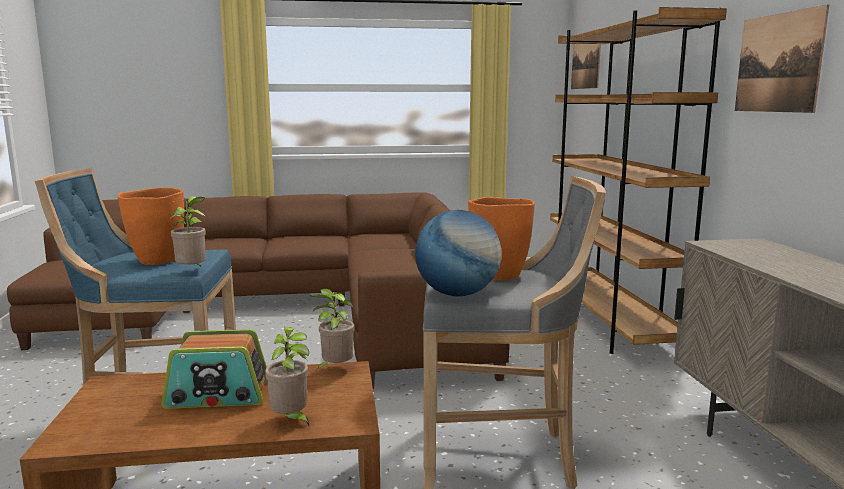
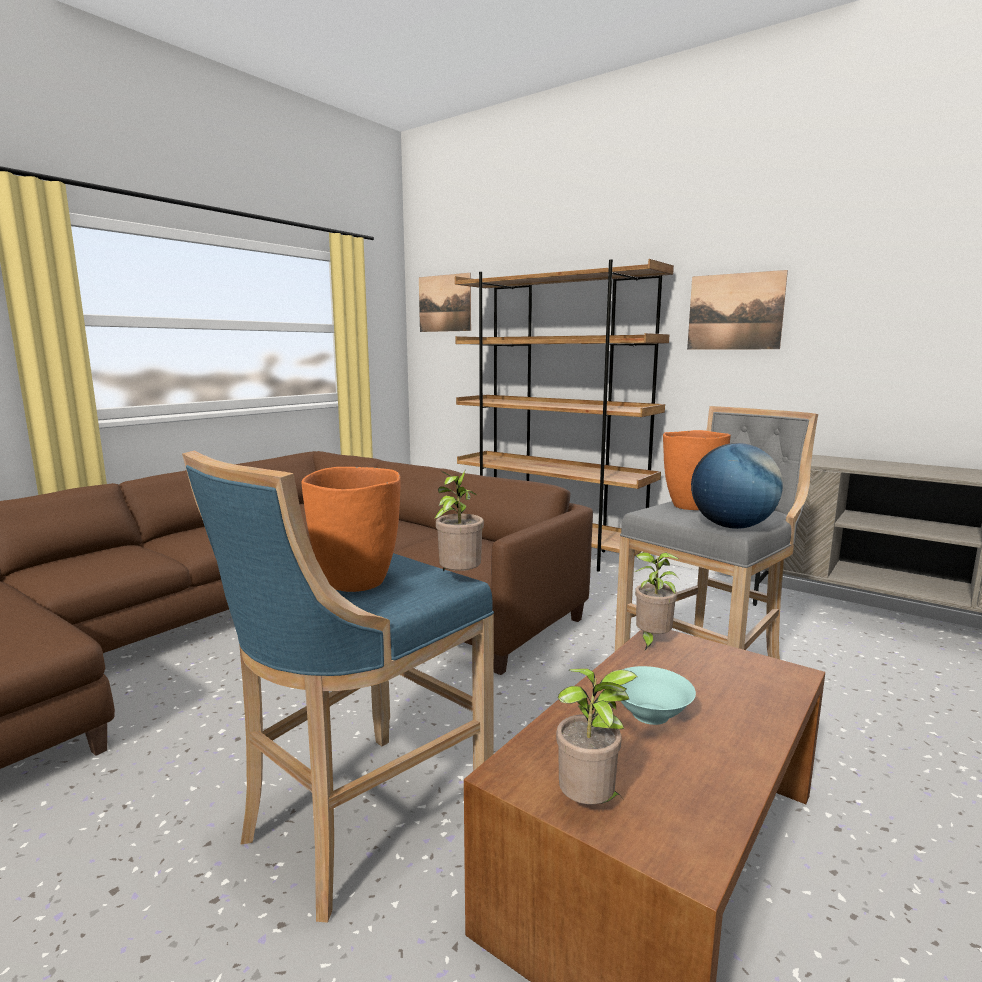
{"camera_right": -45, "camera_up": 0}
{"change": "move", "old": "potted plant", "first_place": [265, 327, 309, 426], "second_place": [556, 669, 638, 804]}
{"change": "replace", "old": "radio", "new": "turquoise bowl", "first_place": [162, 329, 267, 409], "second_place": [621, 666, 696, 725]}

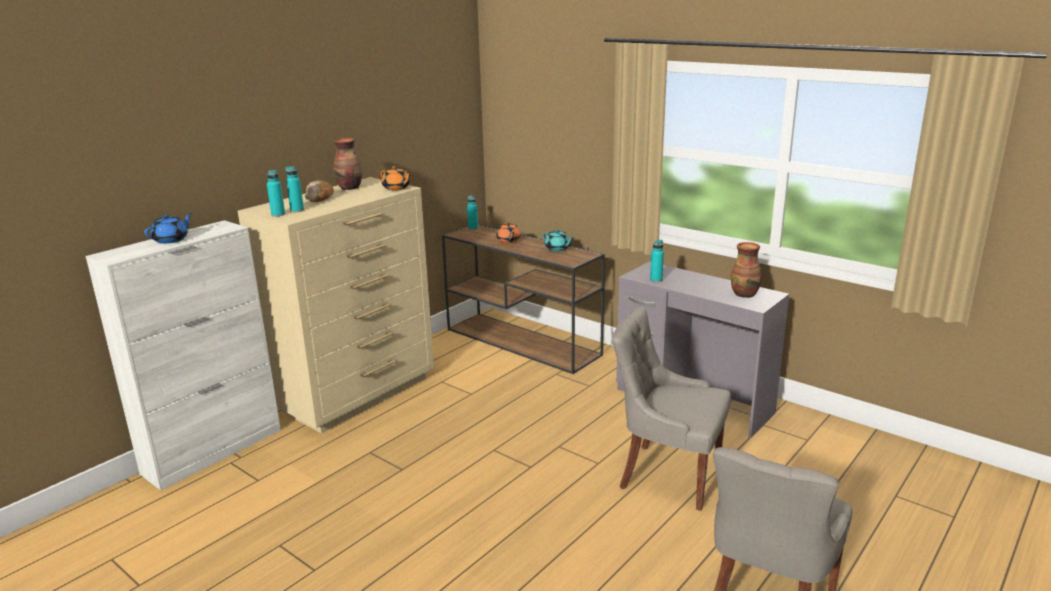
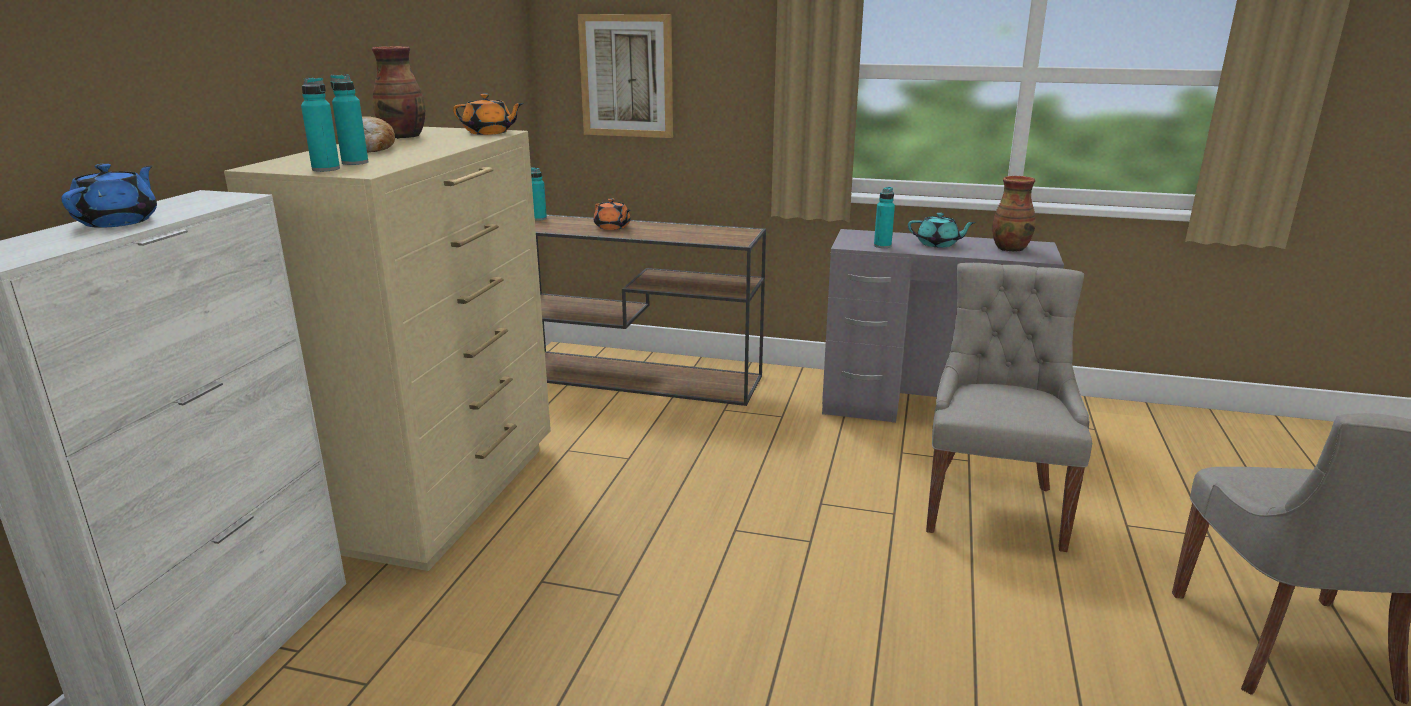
{"camera_right": -25, "camera_up": 0}
{"change": "move", "old": "turquoise teapot", "first_place": [542, 229, 573, 251], "second_place": [908, 213, 976, 247]}
{"change": "rotate", "old": "grey chair", "first_place": [612, 307, 731, 511], "second_place": [926, 263, 1092, 552], "degrees": 105}
{"change": "insert", "new": "picture", "second_place": [578, 14, 673, 138]}

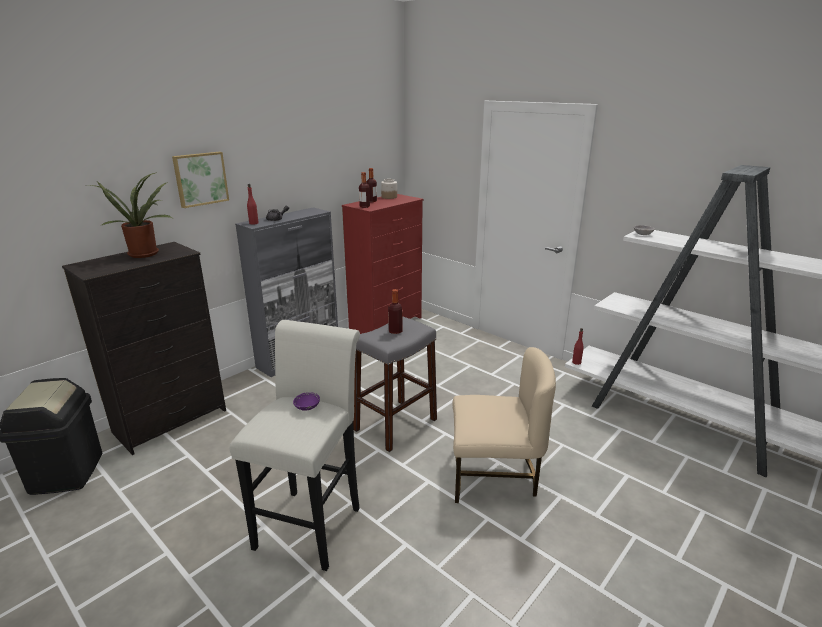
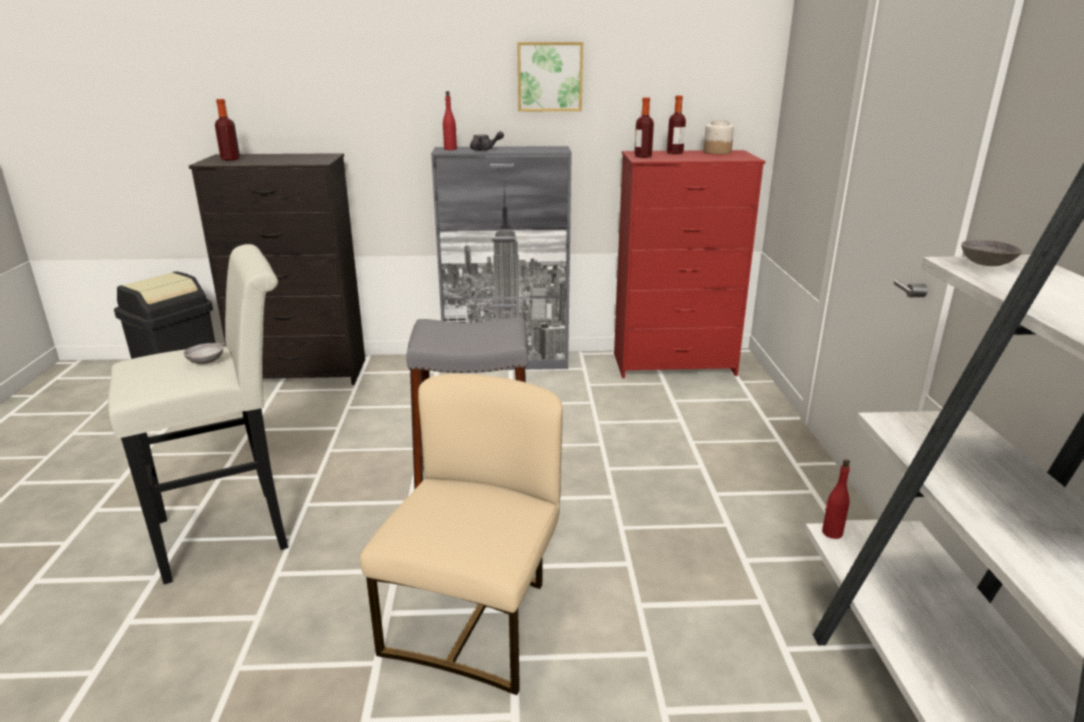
{"camera_right": 45, "camera_up": 0}
{"change": "move", "old": "picture", "first_place": [172, 152, 229, 208], "second_place": [517, 42, 583, 111]}
{"change": "delete", "old": "potted plant", "first_place": [88, 172, 172, 258]}
{"change": "move", "old": "bottle", "first_place": [388, 289, 403, 334], "second_place": [215, 99, 240, 161]}
{"change": "rotate", "old": "beige chair", "first_place": [452, 347, 556, 503], "second_place": [360, 374, 563, 695], "degrees": -120}
{"change": "recolor", "old": "purple bowl", "new": "grey bowl", "first_place": [293, 392, 320, 411], "second_place": [183, 343, 223, 364]}

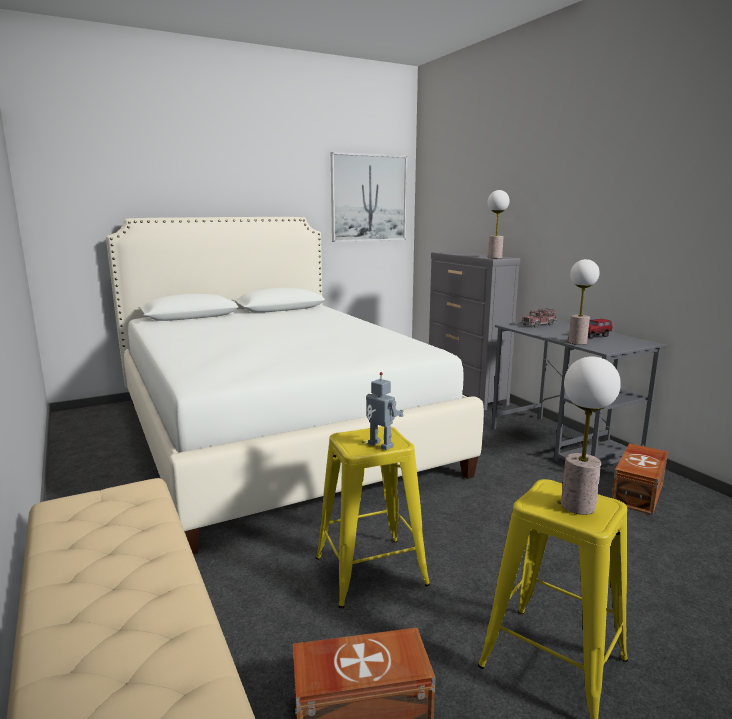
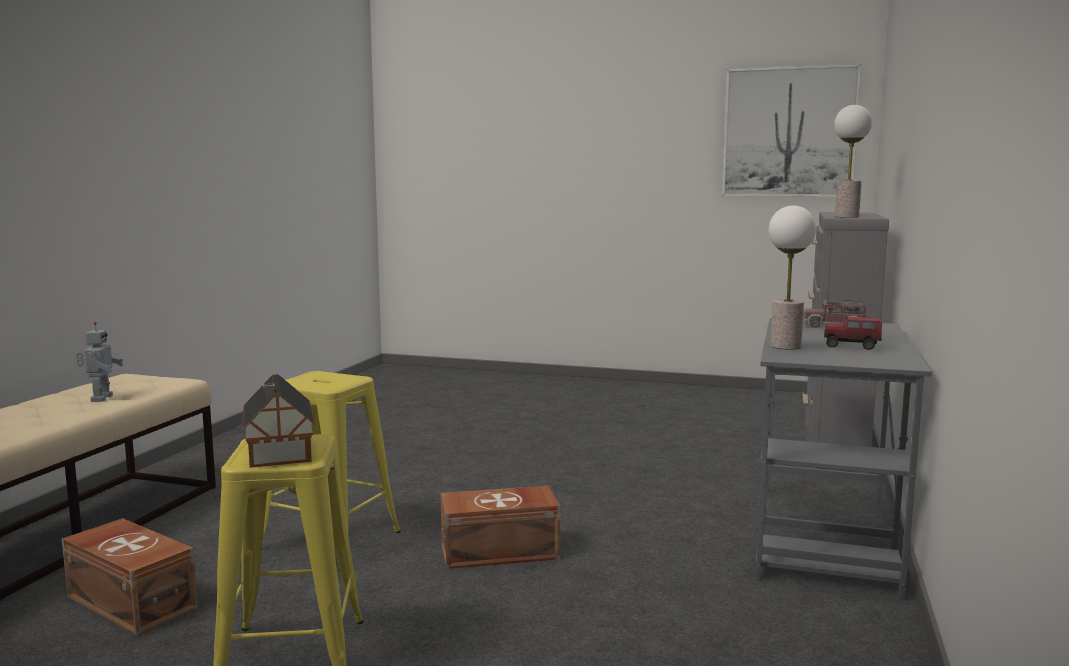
{"camera_right": 45, "camera_up": -5}
{"change": "delete", "old": "white bed", "first_place": [106, 217, 484, 554]}
{"change": "replace", "old": "table lamp", "new": "toy house", "first_place": [561, 356, 621, 515], "second_place": [242, 374, 315, 468]}
{"change": "move", "old": "toy robot", "first_place": [366, 372, 404, 450], "second_place": [76, 322, 124, 402]}
{"change": "move", "old": "brown storage box", "first_place": [612, 443, 668, 515], "second_place": [441, 486, 560, 569]}

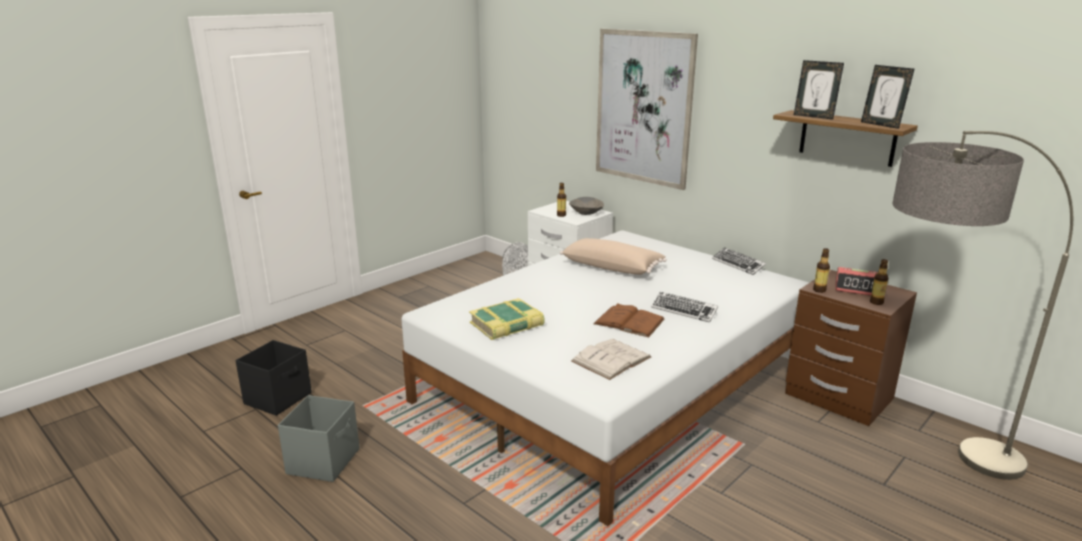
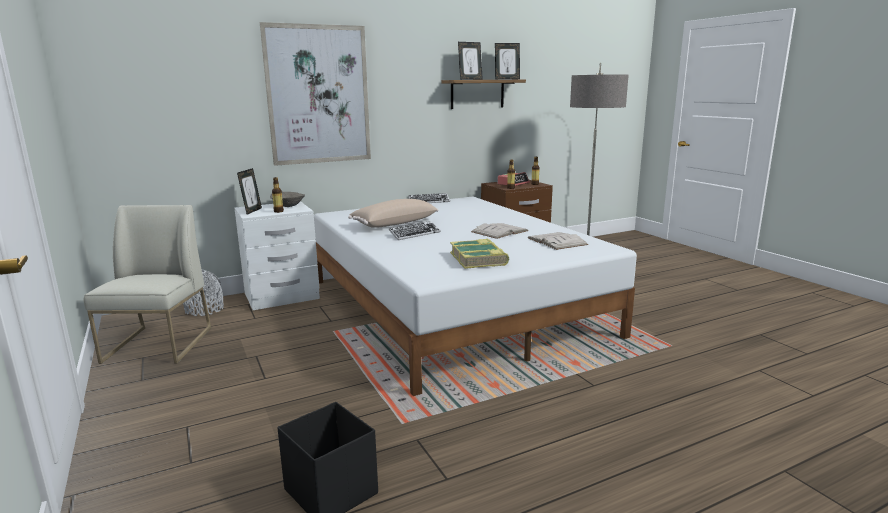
{"camera_right": -70, "camera_up": -5}
{"change": "move", "old": "keyboard", "first_place": [651, 292, 718, 323], "second_place": [389, 221, 441, 240]}
{"change": "recolor", "old": "brown book", "new": "white book", "first_place": [593, 303, 664, 337], "second_place": [471, 223, 529, 239]}
{"change": "delete", "old": "grey storage box", "first_place": [278, 395, 360, 482]}
{"change": "insert", "new": "picture frame", "second_place": [237, 168, 262, 215]}
{"change": "insert", "new": "white chair", "second_place": [84, 205, 211, 364]}

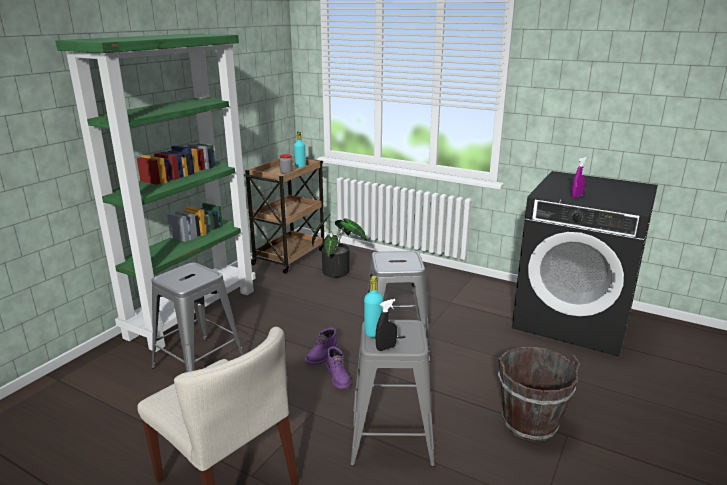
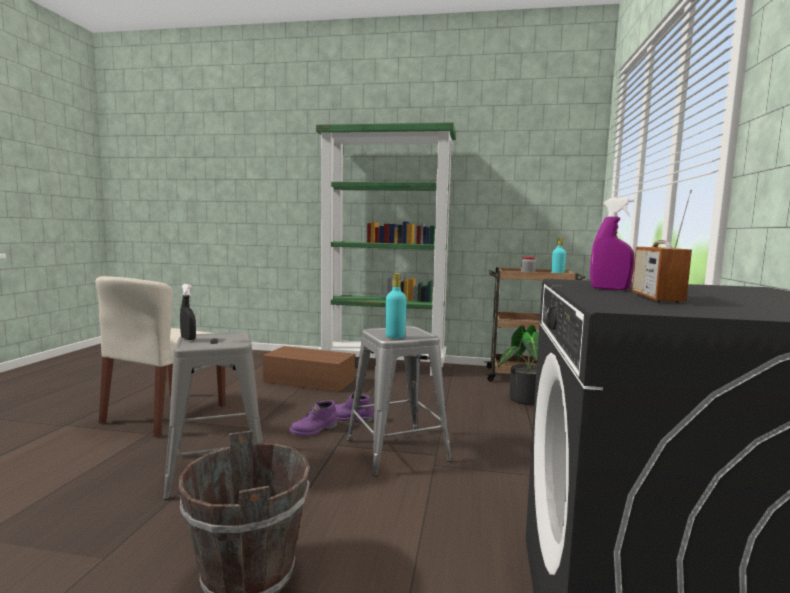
{"camera_right": 70, "camera_up": -15}
{"change": "replace", "old": "grey stool", "new": "brown storage box", "first_place": [151, 263, 244, 372], "second_place": [262, 346, 356, 392]}
{"change": "move", "old": "turquoise bottle", "first_place": [364, 276, 383, 338], "second_place": [386, 273, 407, 338]}
{"change": "insert", "new": "radio", "second_place": [632, 190, 692, 303]}

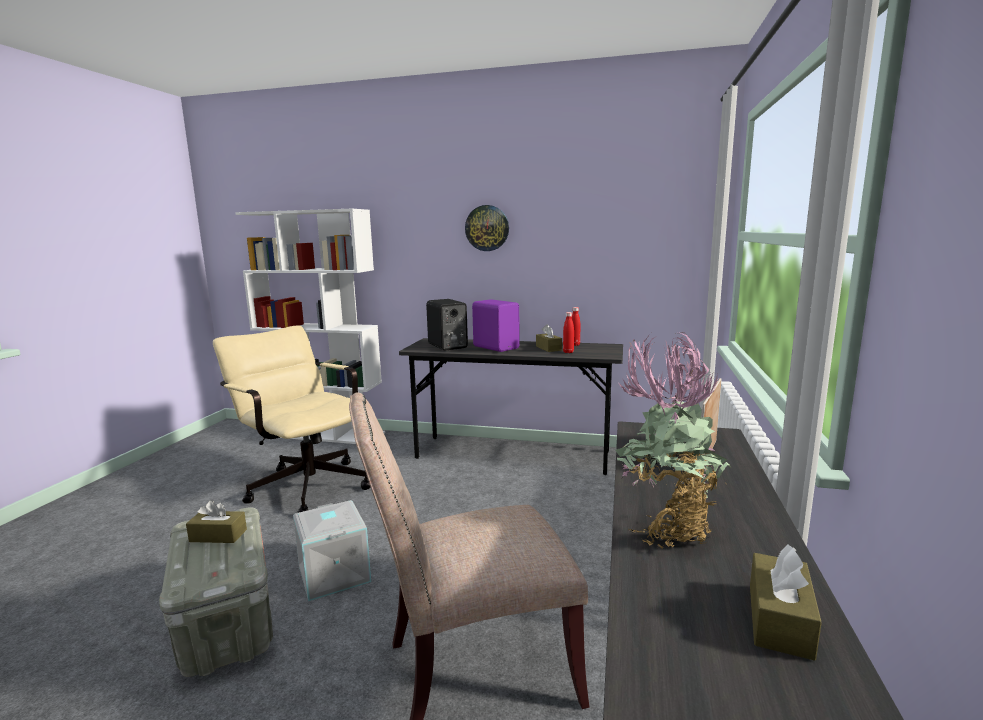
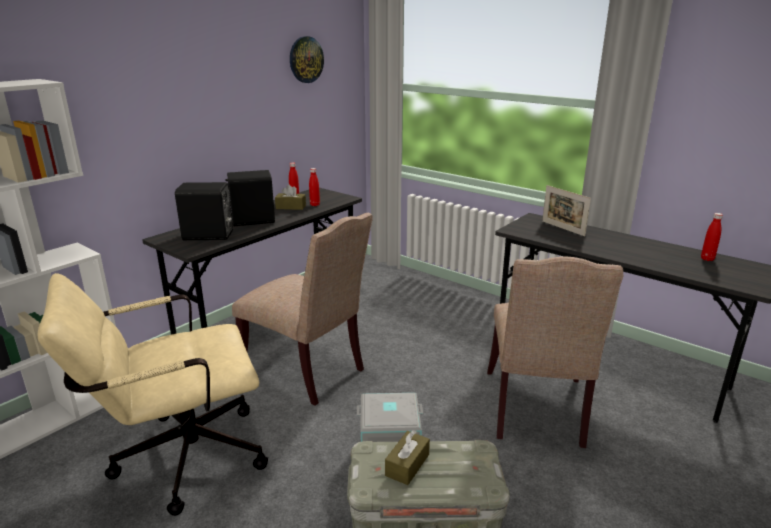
{"camera_right": -65, "camera_up": 10}
{"change": "move", "old": "wall clock", "first_place": [465, 205, 509, 251], "second_place": [290, 36, 324, 83]}
{"change": "recolor", "old": "purple speaker", "new": "black speaker", "first_place": [472, 299, 520, 352], "second_place": [225, 170, 275, 226]}
{"change": "delete", "old": "potted plant", "first_place": [615, 332, 731, 549]}
{"change": "replace", "old": "brown tissue box", "new": "red bottle", "first_place": [750, 544, 822, 661], "second_place": [701, 213, 723, 261]}
{"change": "insert", "new": "beige chair", "second_place": [232, 213, 373, 406]}

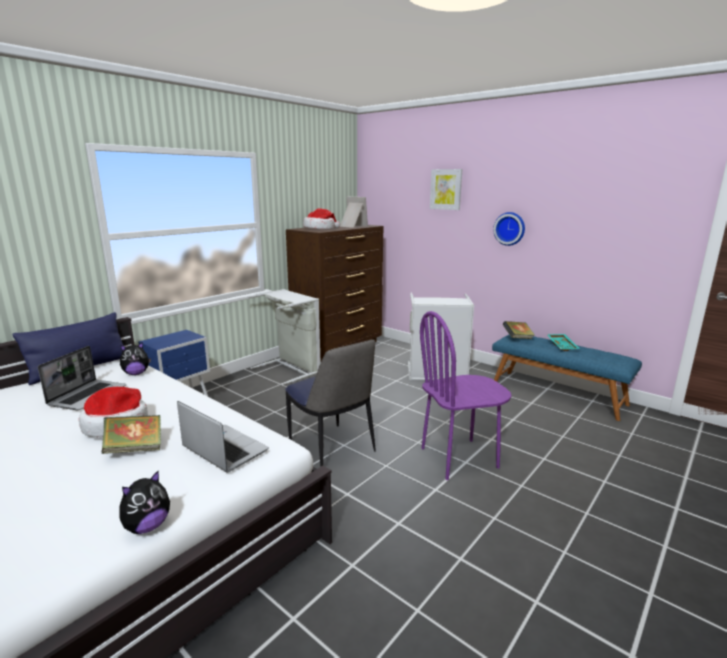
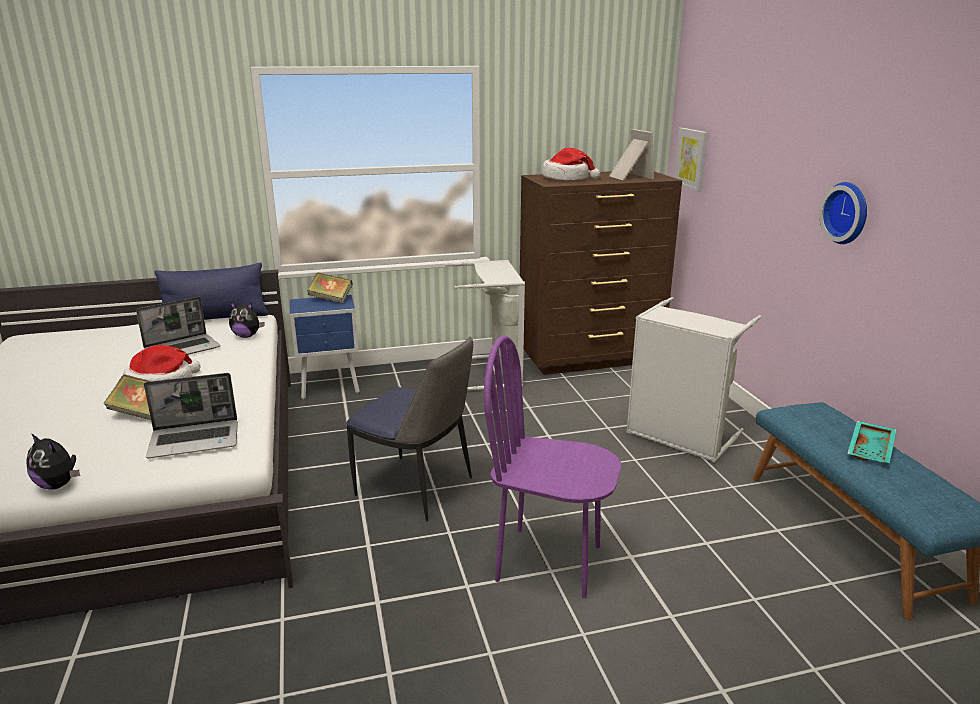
{"camera_right": 35, "camera_up": 5}
{"change": "move", "old": "picture", "first_place": [430, 169, 462, 210], "second_place": [674, 128, 708, 192]}
{"change": "move", "old": "book", "first_place": [503, 321, 535, 339], "second_place": [307, 272, 353, 303]}
{"change": "rotate", "old": "chair", "first_place": [285, 339, 376, 467], "second_place": [346, 336, 473, 521], "degrees": -60}
{"change": "rotate", "old": "laptop", "first_place": [177, 401, 269, 473], "second_place": [144, 373, 238, 458], "degrees": 90}
{"change": "rotate", "old": "plush toy", "first_place": [119, 471, 170, 534], "second_place": [26, 433, 80, 490], "degrees": 45}

